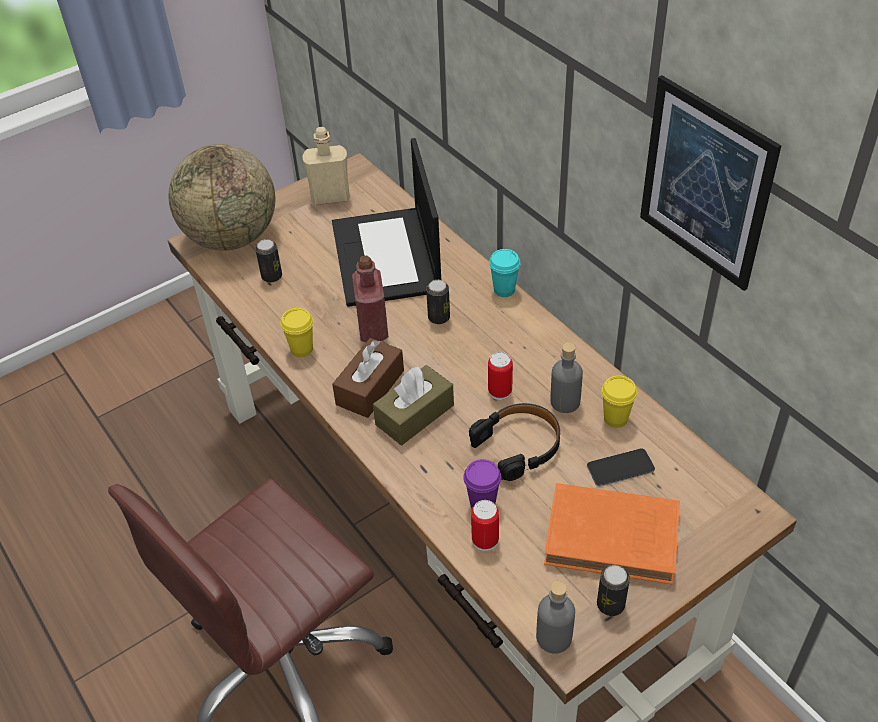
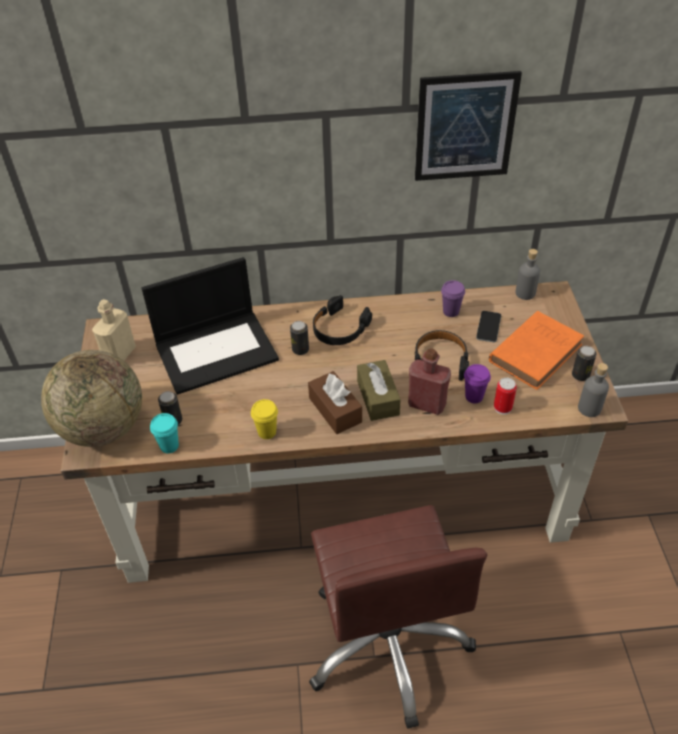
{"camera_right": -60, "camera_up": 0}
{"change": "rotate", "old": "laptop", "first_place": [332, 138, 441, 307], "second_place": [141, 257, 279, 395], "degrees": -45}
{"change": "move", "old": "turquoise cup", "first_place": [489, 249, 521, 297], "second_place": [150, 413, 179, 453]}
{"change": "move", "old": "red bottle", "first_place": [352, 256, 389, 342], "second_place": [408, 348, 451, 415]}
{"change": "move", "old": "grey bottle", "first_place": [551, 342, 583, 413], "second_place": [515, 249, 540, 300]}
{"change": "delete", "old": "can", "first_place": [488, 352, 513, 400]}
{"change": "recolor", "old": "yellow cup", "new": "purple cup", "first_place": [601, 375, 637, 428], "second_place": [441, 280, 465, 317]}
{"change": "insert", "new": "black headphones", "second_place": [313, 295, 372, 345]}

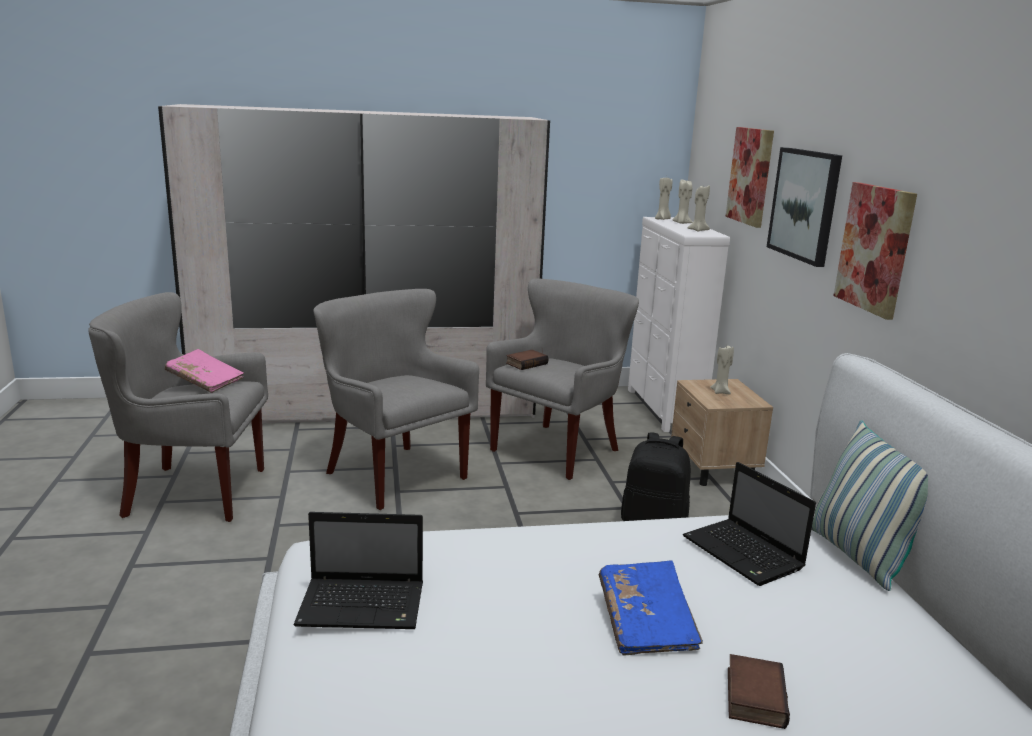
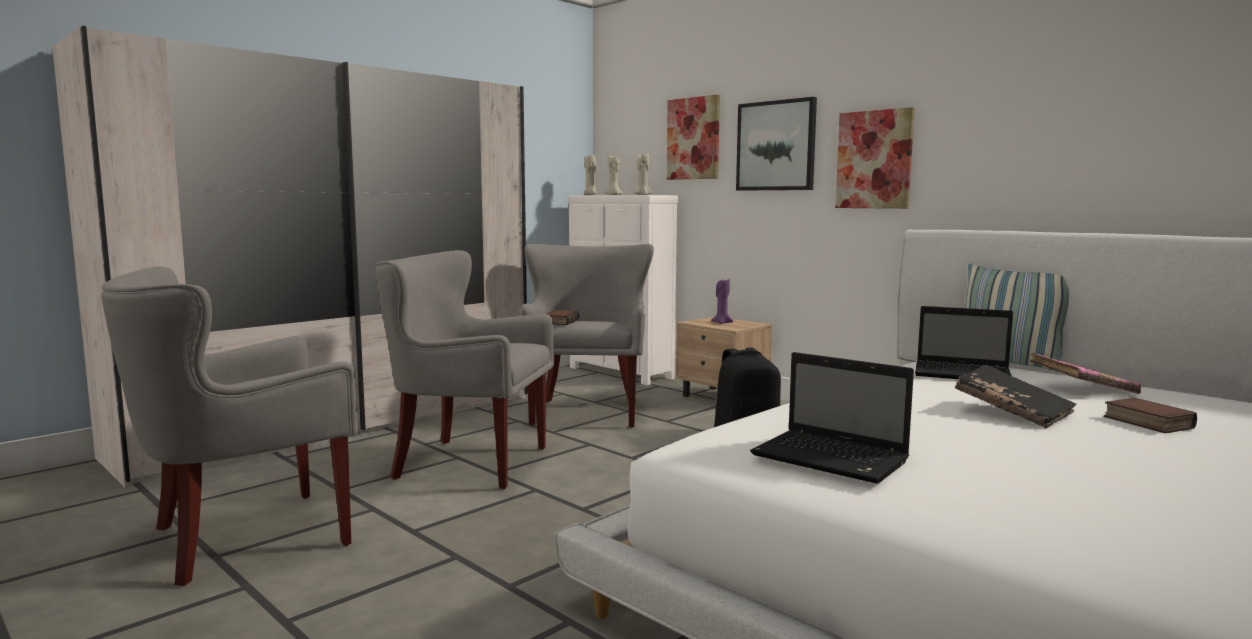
{"camera_right": -35, "camera_up": -10}
{"change": "recolor", "old": "beige candle", "new": "purple candle", "first_place": [710, 345, 734, 394], "second_place": [711, 279, 733, 324]}
{"change": "move", "old": "pink book", "first_place": [165, 349, 244, 393], "second_place": [1030, 353, 1141, 394]}
{"change": "rotate", "old": "laptop", "first_place": [294, 512, 423, 629], "second_place": [750, 352, 914, 484], "degrees": 75}
{"change": "recolor", "old": "blue book", "new": "black book", "first_place": [599, 560, 703, 656], "second_place": [955, 365, 1076, 428]}

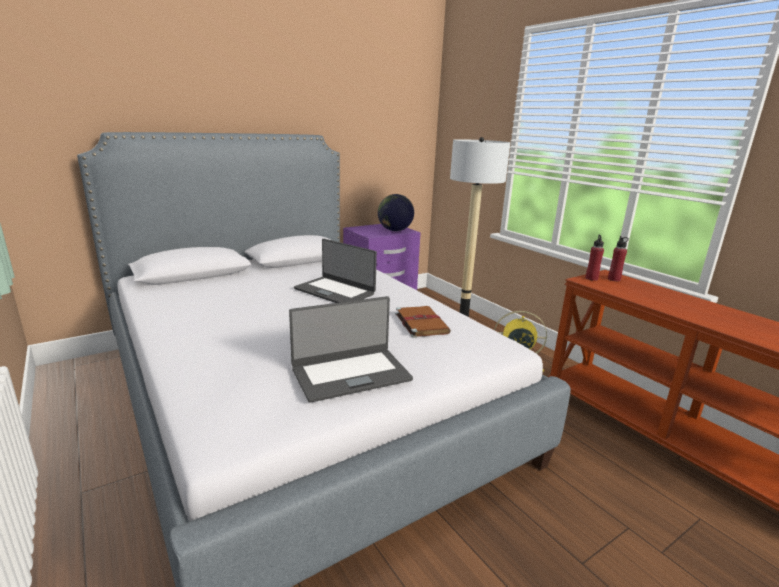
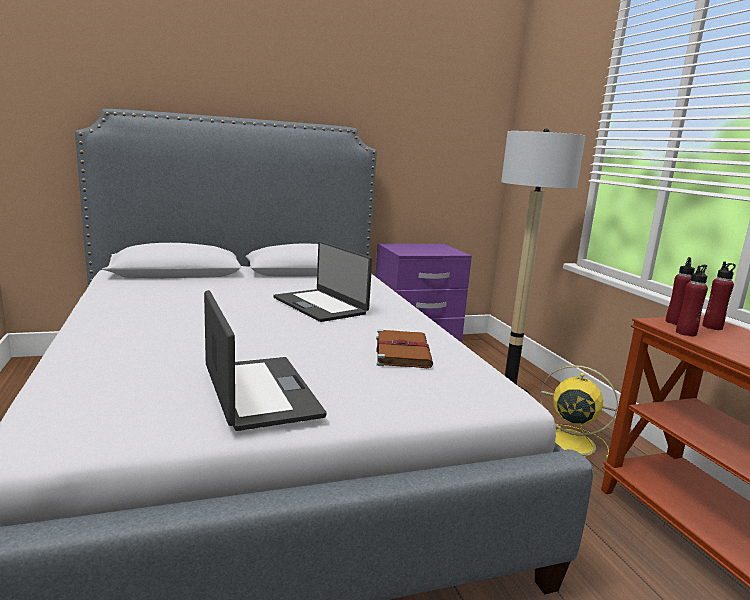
{"camera_right": 15, "camera_up": -5}
{"change": "delete", "old": "globe", "first_place": [378, 194, 414, 231]}
{"change": "rotate", "old": "laptop", "first_place": [289, 296, 413, 403], "second_place": [204, 290, 327, 431], "degrees": -105}
{"change": "insert", "new": "red bottle", "second_place": [676, 265, 708, 336]}

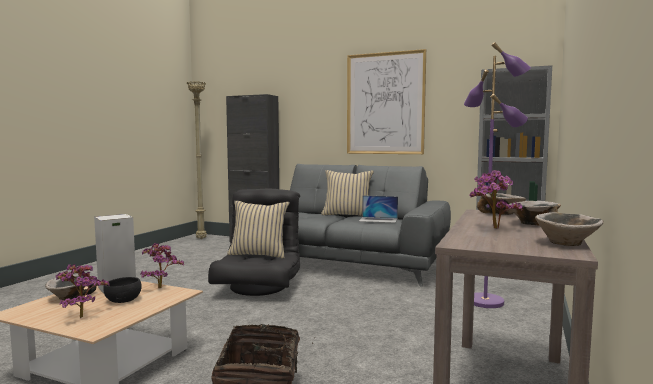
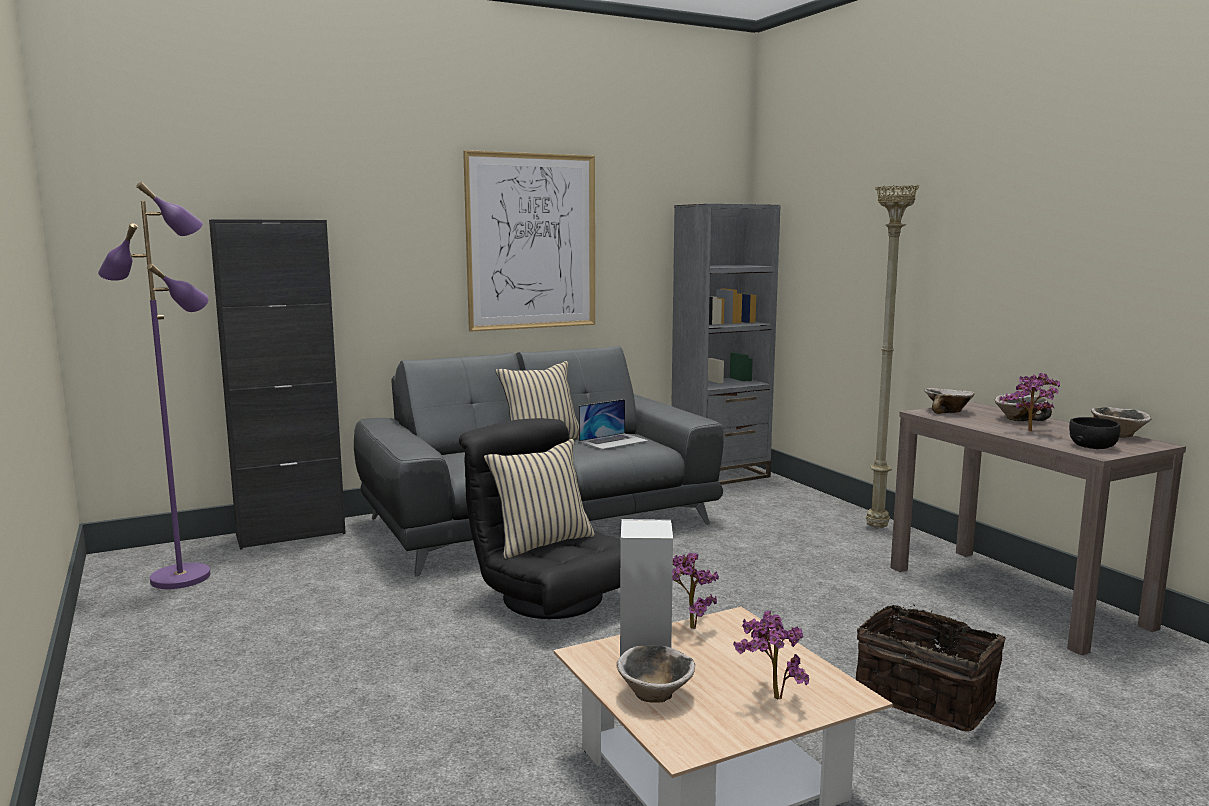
{"camera_right": -50, "camera_up": 5}
{"change": "move", "old": "purple floor lamp", "first_place": [464, 42, 531, 308], "second_place": [98, 182, 211, 589]}
{"change": "move", "old": "beige floor lamp", "first_place": [187, 82, 207, 239], "second_place": [866, 185, 919, 529]}
{"change": "move", "old": "black bowl", "first_place": [103, 277, 142, 303], "second_place": [1069, 417, 1120, 449]}

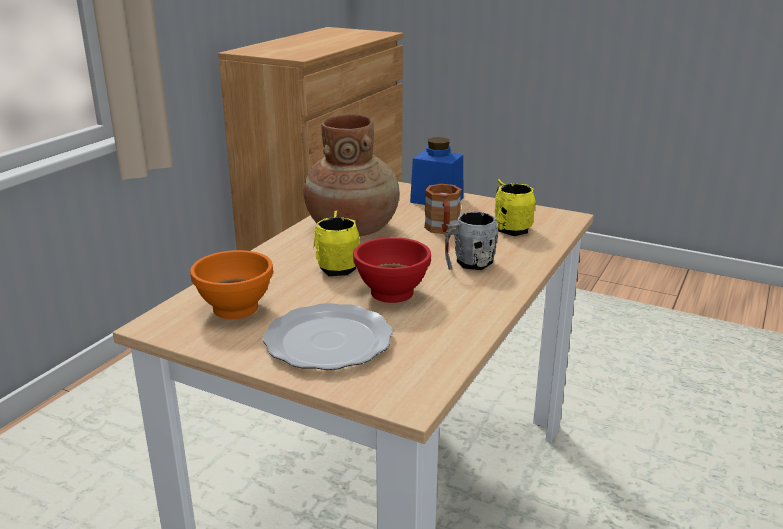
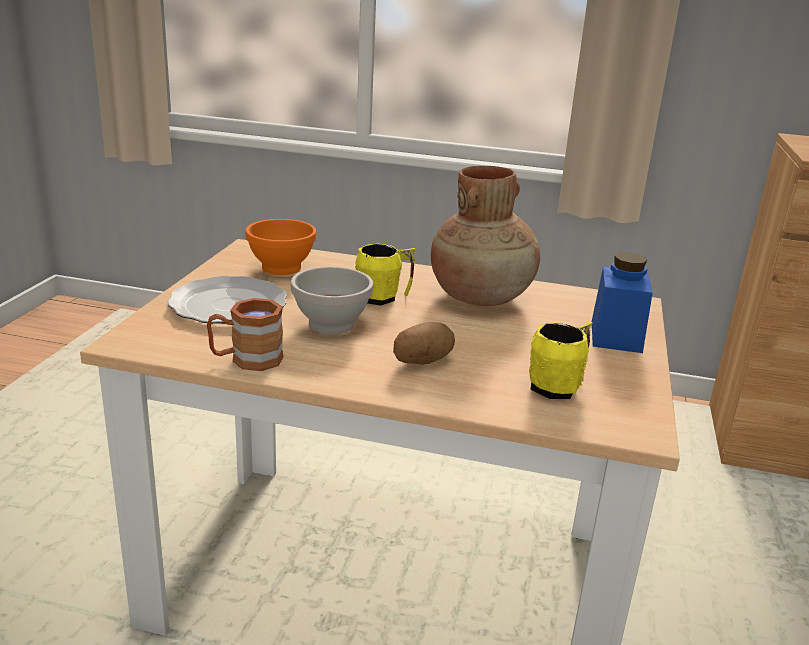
{"camera_right": 75, "camera_up": 0}
{"change": "move", "old": "brown mug", "first_place": [424, 184, 462, 234], "second_place": [207, 298, 283, 371]}
{"change": "replace", "old": "grey mug", "new": "potato", "first_place": [445, 212, 498, 270], "second_place": [393, 322, 455, 365]}
{"change": "recolor", "old": "red bowl", "new": "white bowl", "first_place": [353, 237, 431, 303], "second_place": [291, 266, 373, 334]}

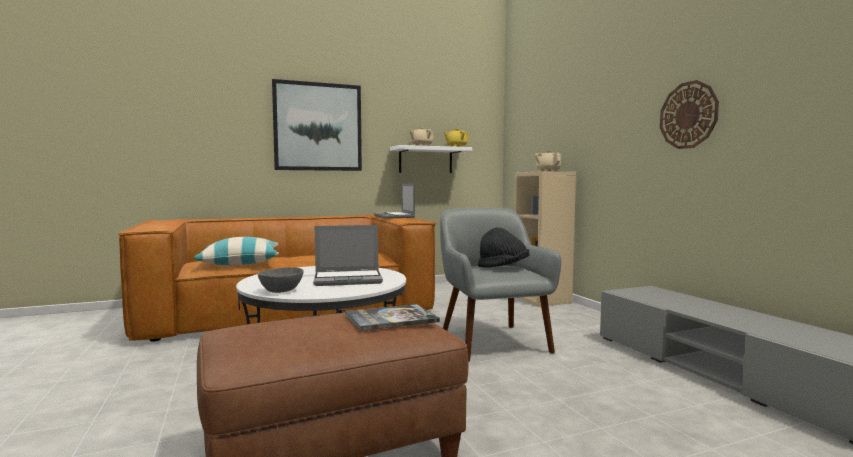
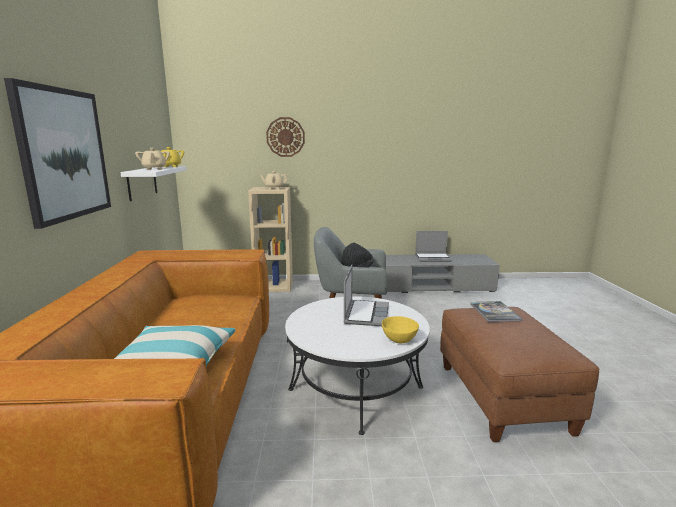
{"camera_right": -70, "camera_up": 10}
{"change": "move", "old": "wall clock", "first_place": [660, 80, 719, 149], "second_place": [266, 117, 305, 157]}
{"change": "move", "old": "laptop", "first_place": [374, 183, 415, 219], "second_place": [415, 231, 452, 262]}
{"change": "recolor", "old": "grey bowl", "new": "yellow bowl", "first_place": [258, 267, 304, 293], "second_place": [382, 316, 419, 343]}

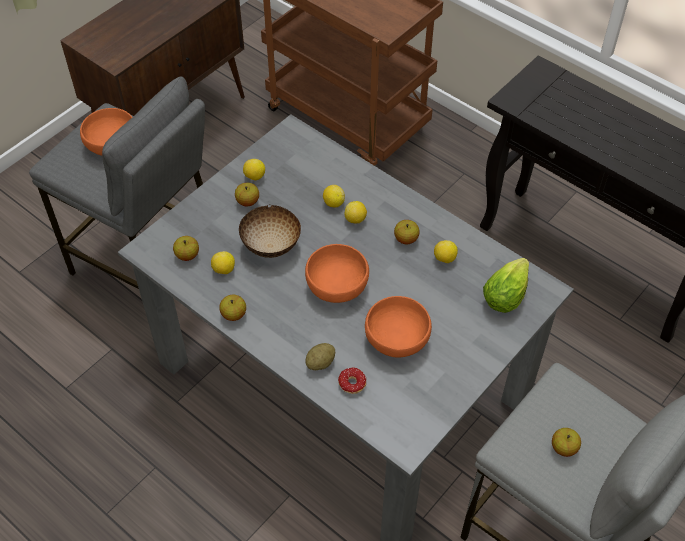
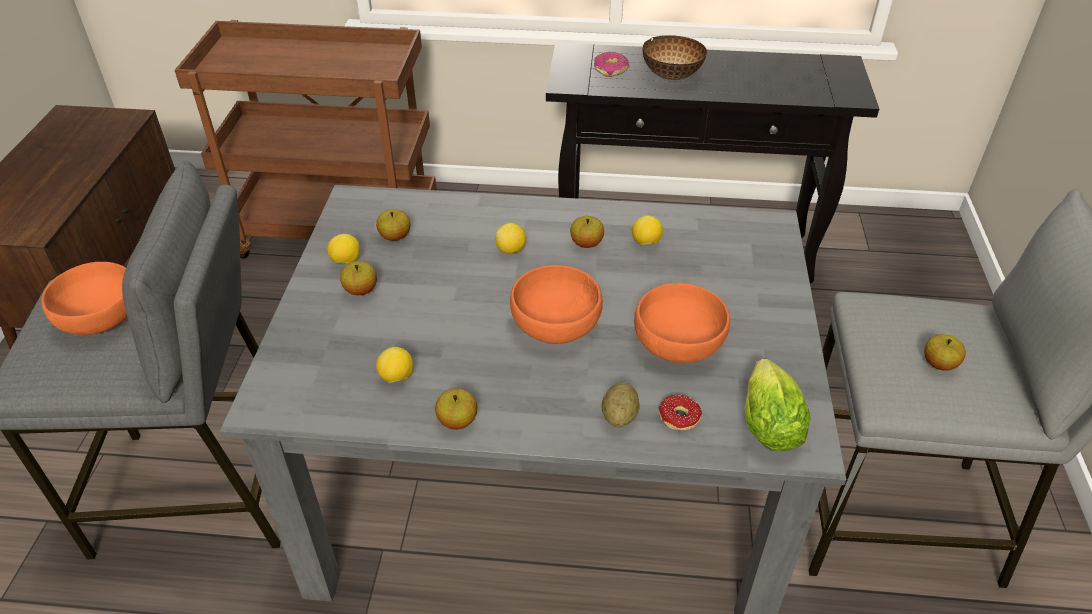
{"camera_right": -35, "camera_up": -10}
{"change": "delete", "old": "lemon", "first_place": [323, 185, 345, 207]}
{"change": "move", "old": "bowl", "first_place": [239, 205, 301, 258], "second_place": [642, 35, 707, 80]}
{"change": "move", "old": "apple", "first_place": [173, 236, 199, 261], "second_place": [376, 209, 410, 241]}
{"change": "move", "old": "lettuce", "first_place": [483, 258, 529, 313], "second_place": [745, 359, 811, 451]}
{"change": "insert", "new": "donut", "second_place": [594, 52, 629, 77]}

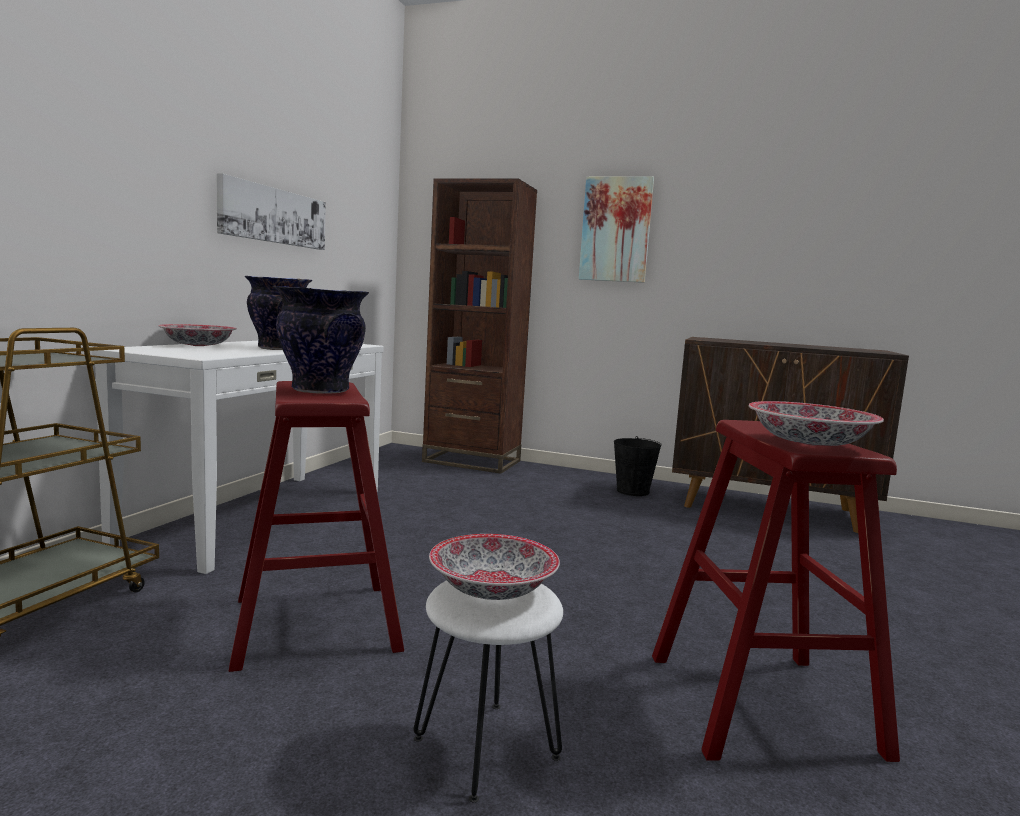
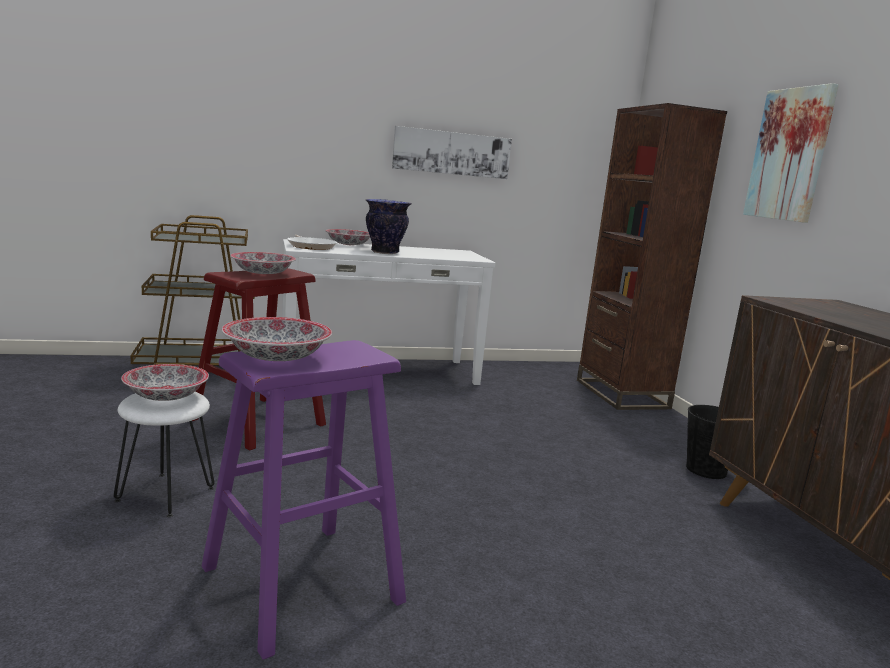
{"camera_right": 55, "camera_up": 5}
{"change": "replace", "old": "vase", "new": "bowl", "first_place": [273, 285, 369, 394], "second_place": [230, 252, 296, 274]}
{"change": "recolor", "old": "red stool", "new": "purple stool", "first_place": [652, 420, 900, 762], "second_place": [202, 340, 406, 660]}
{"change": "insert", "new": "frying pan", "second_place": [287, 235, 337, 250]}

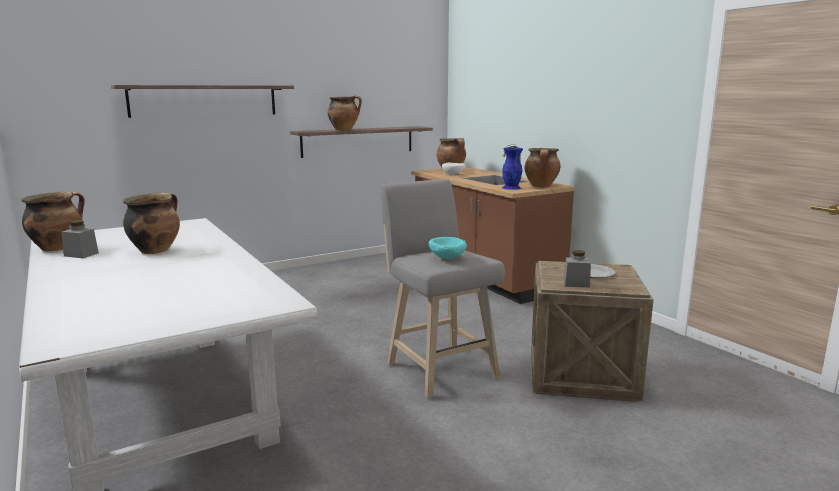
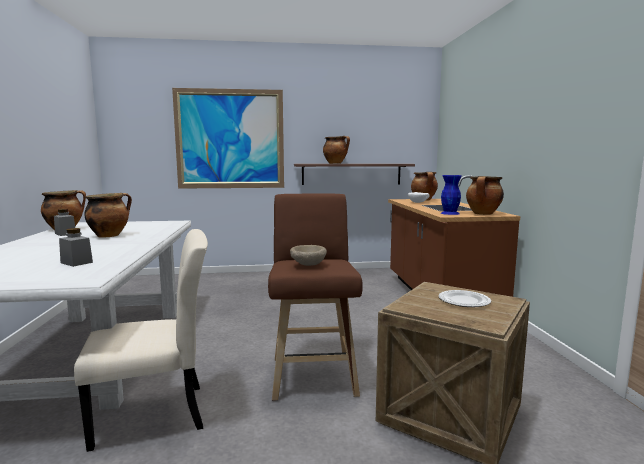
{"camera_right": 25, "camera_up": -5}
{"change": "replace", "old": "shelf", "new": "picture", "first_place": [111, 85, 294, 118], "second_place": [172, 88, 284, 189]}
{"change": "recolor", "old": "grey stool", "new": "brown stool", "first_place": [381, 179, 505, 399], "second_place": [268, 193, 363, 401]}
{"change": "recolor", "old": "turquoise bowl", "new": "beige bowl", "first_place": [429, 237, 467, 259], "second_place": [290, 245, 327, 266]}
{"change": "move", "old": "grey jar", "first_place": [563, 250, 591, 288], "second_place": [59, 228, 93, 267]}
{"change": "insert", "new": "beige chair", "second_place": [74, 229, 208, 452]}

